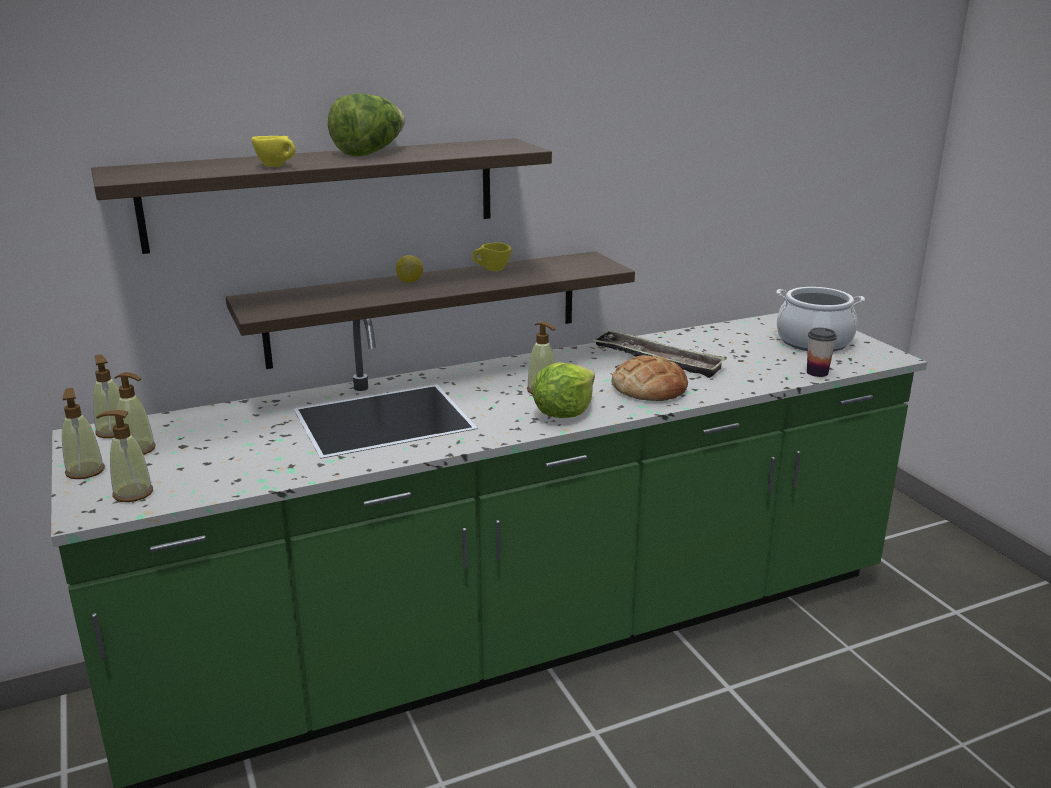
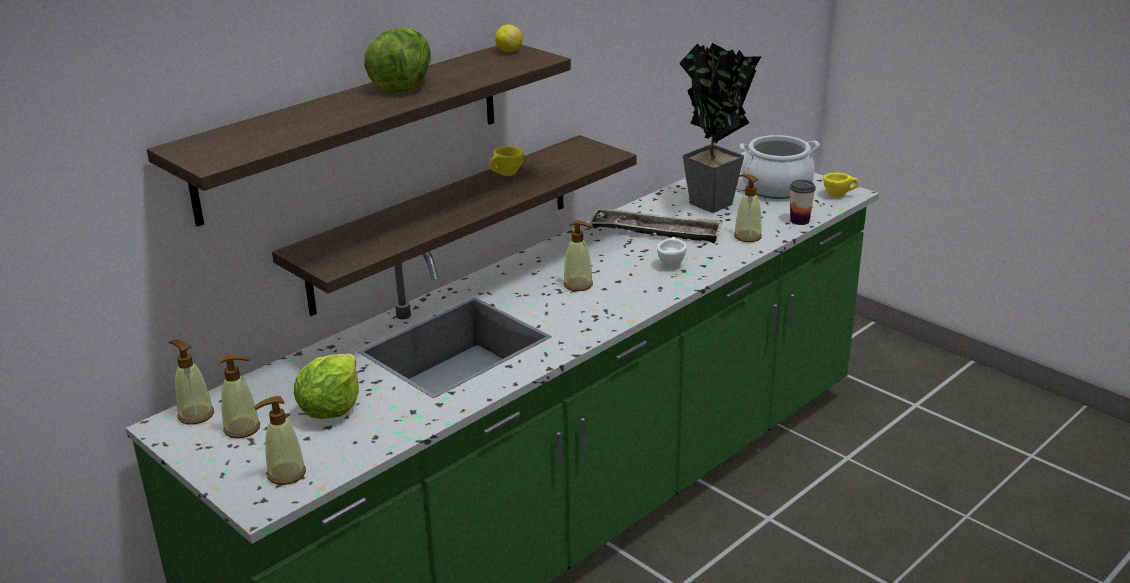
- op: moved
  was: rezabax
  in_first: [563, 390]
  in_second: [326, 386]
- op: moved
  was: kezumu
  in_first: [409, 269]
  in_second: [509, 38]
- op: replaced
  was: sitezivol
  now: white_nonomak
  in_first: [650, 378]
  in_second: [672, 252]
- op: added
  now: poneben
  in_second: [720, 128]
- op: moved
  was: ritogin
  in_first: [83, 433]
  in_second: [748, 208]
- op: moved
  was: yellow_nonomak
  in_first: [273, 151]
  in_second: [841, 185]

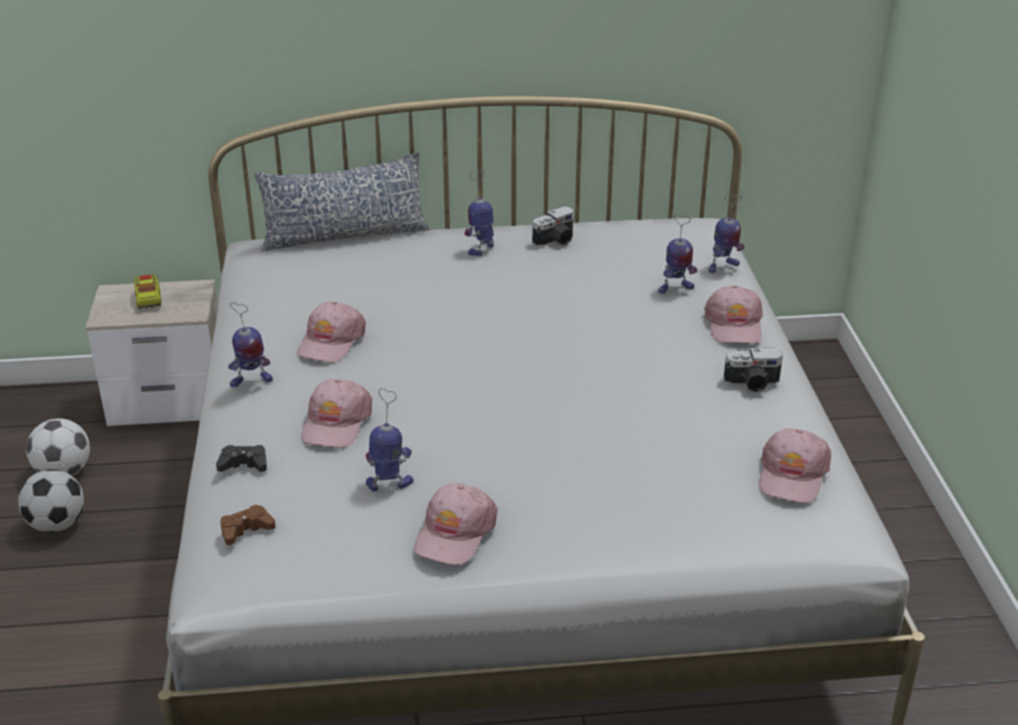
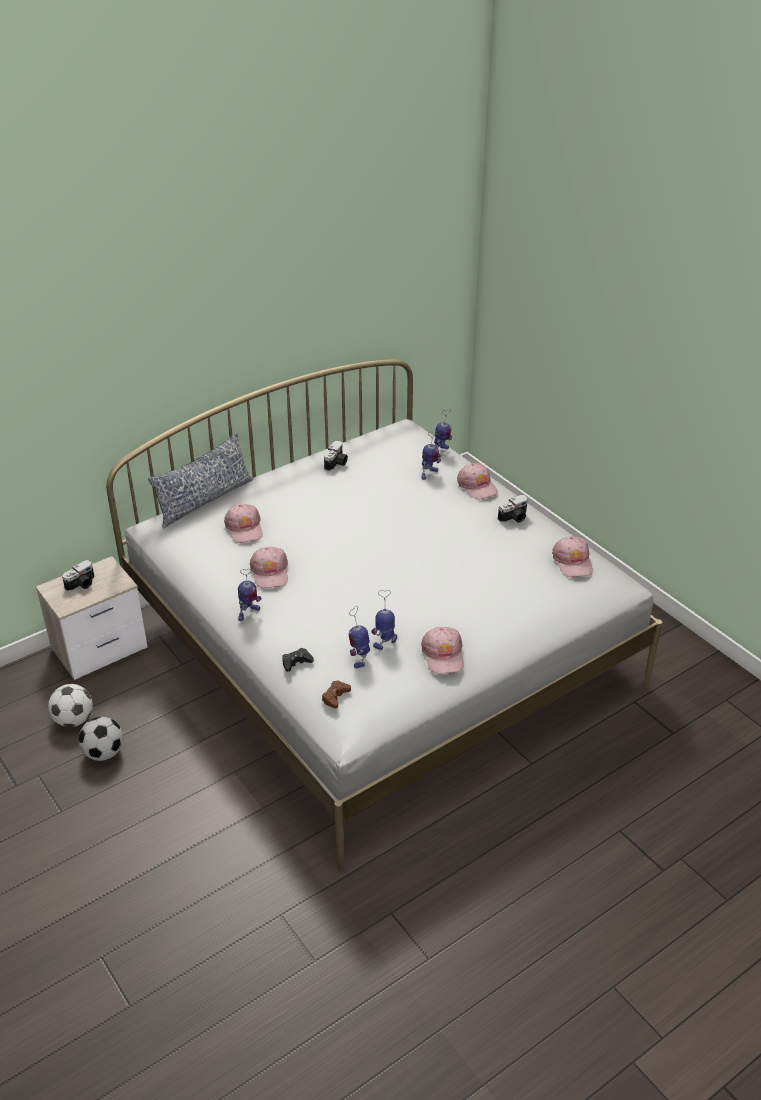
- op: replaced
  was: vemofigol
  now: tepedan
  in_first: [148, 291]
  in_second: [78, 575]
- op: moved
  was: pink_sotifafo
  in_first: [336, 413]
  in_second: [243, 523]
- op: moved
  was: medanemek
  in_first: [479, 213]
  in_second: [359, 637]

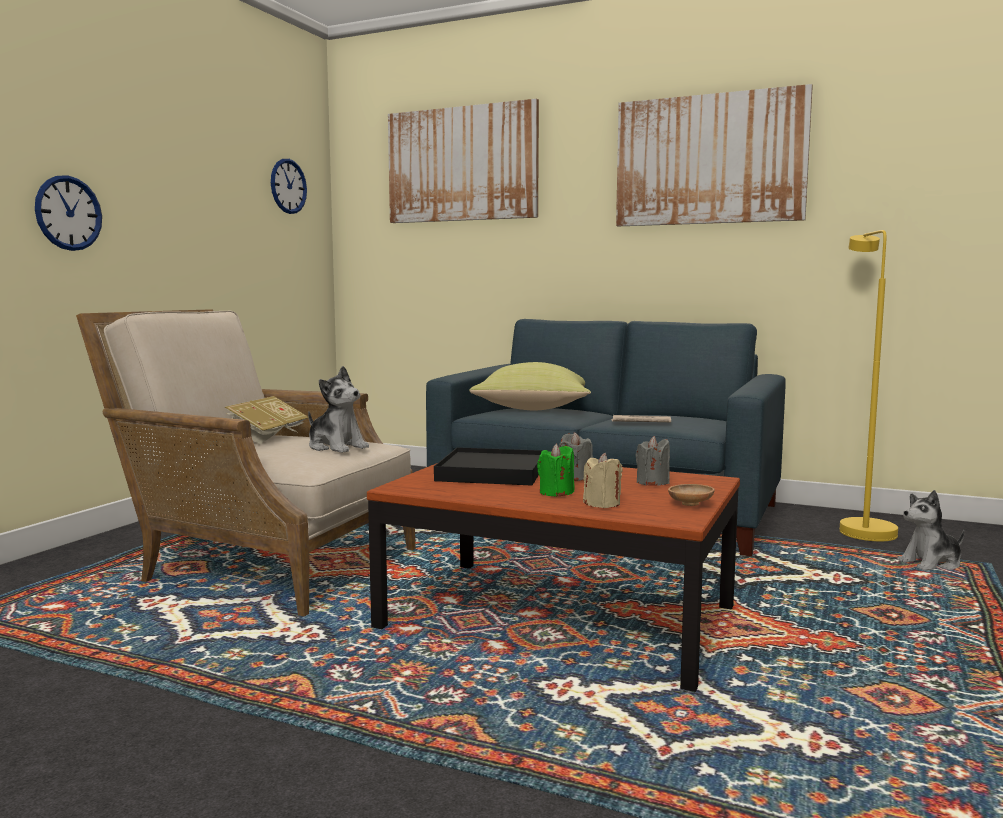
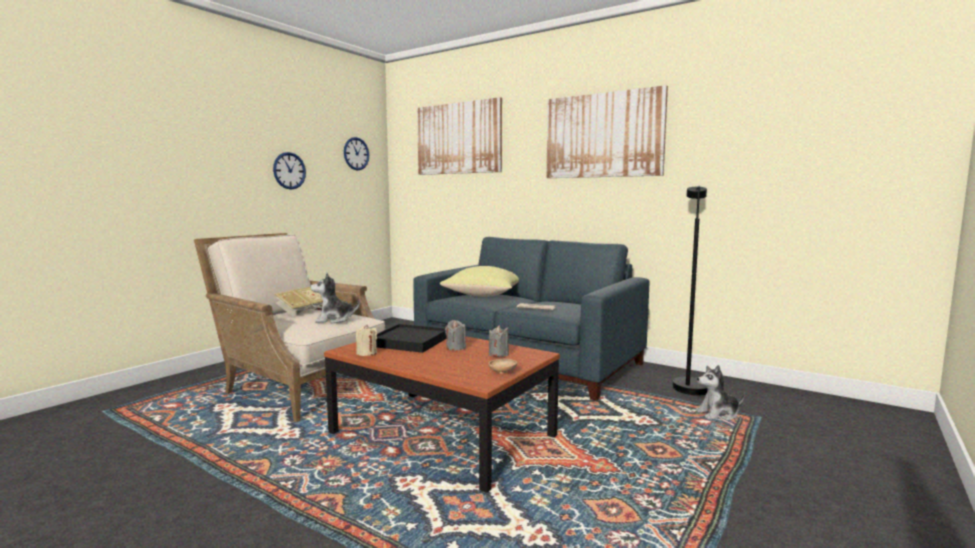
- op: moved
  was: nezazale
  in_first: [68, 213]
  in_second: [289, 171]
- op: turned
  was: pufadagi
  in_first: [338, 409]
  in_second: [335, 298]
  clockwise: 120
- op: moved
  was: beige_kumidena
  in_first: [603, 480]
  in_second: [366, 340]
- op: recoloured
  was: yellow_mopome
  now: black_mopome
  in_first: [868, 385]
  in_second: [690, 290]
- op: removed
  was: green_kumidena
  in_first: [555, 470]

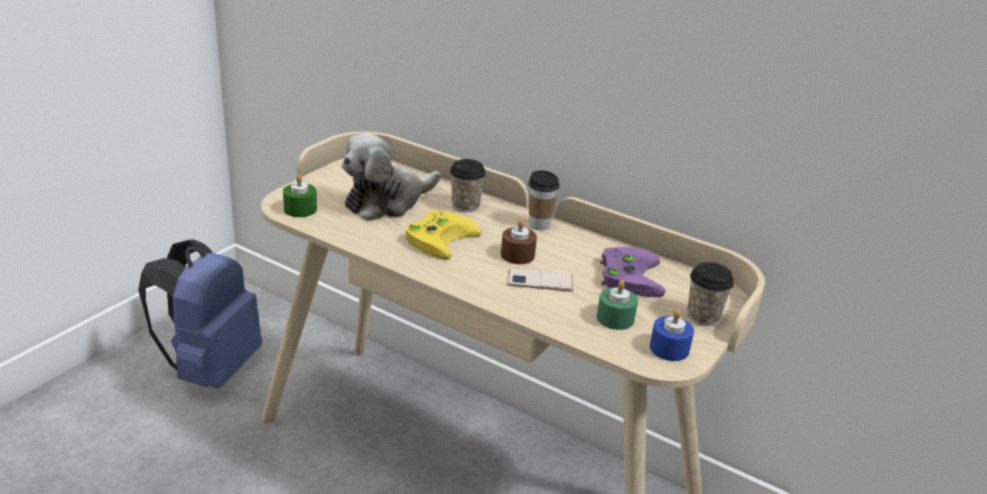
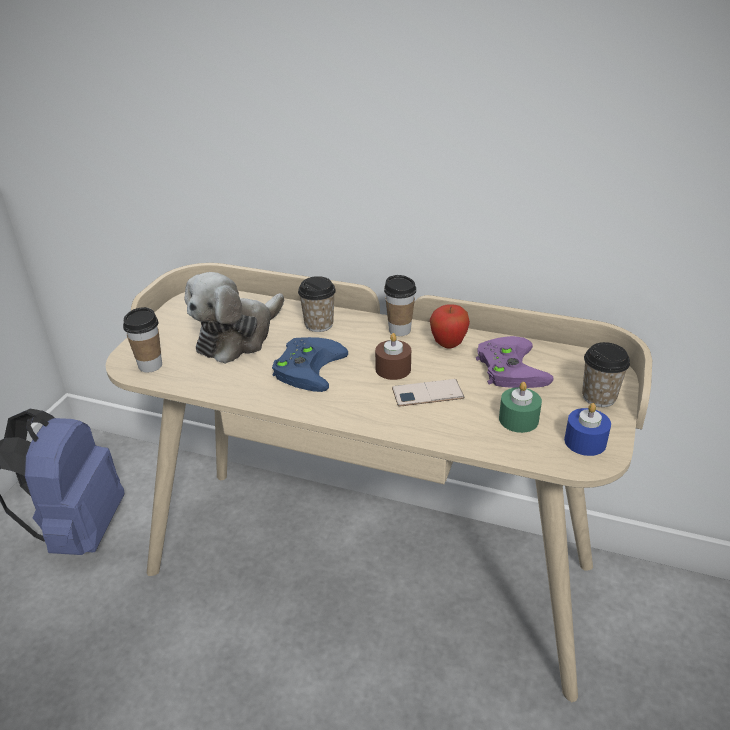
- op: replaced
  was: green_kumidena
  now: nonomak
  in_first: [300, 195]
  in_second: [142, 340]
- op: recoloured
  was: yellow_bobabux
  now: blue_bobabux
  in_first: [443, 235]
  in_second: [310, 364]
- op: added
  now: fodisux
  in_second: [450, 326]

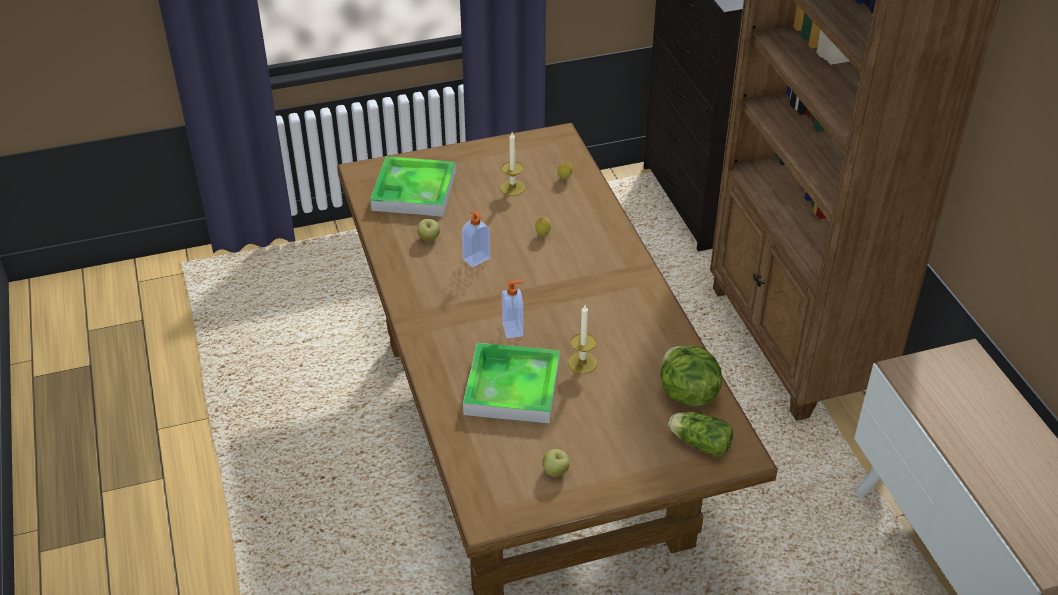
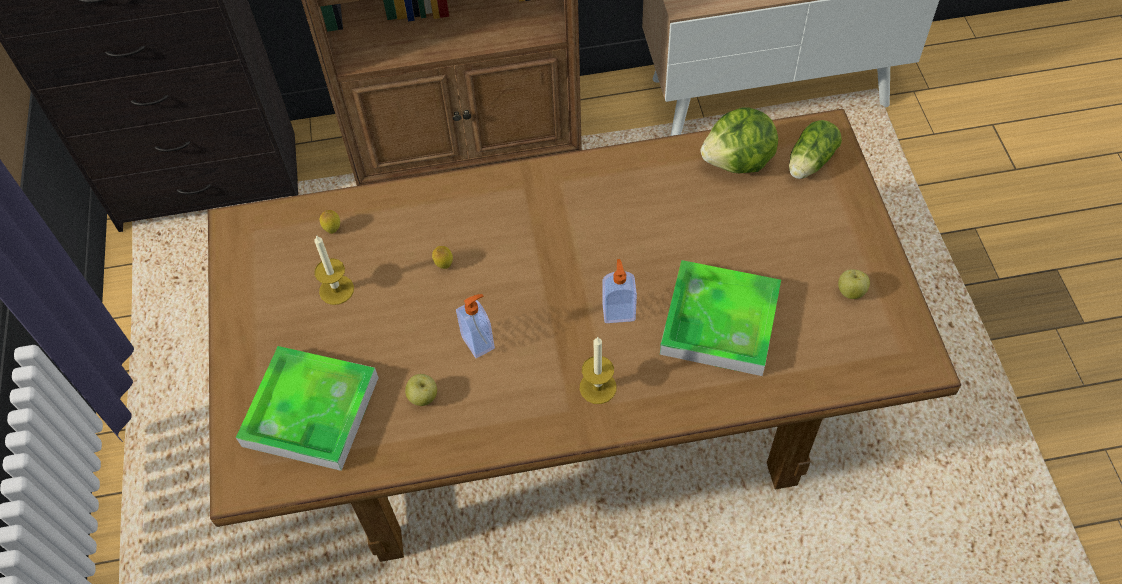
- op: moved
  was: kumidena
  in_first: [582, 339]
  in_second: [598, 370]

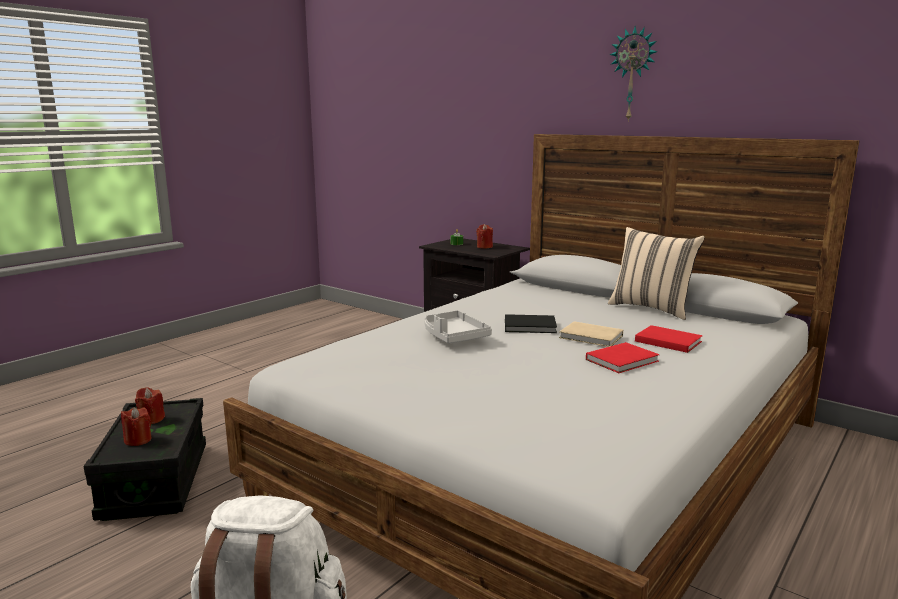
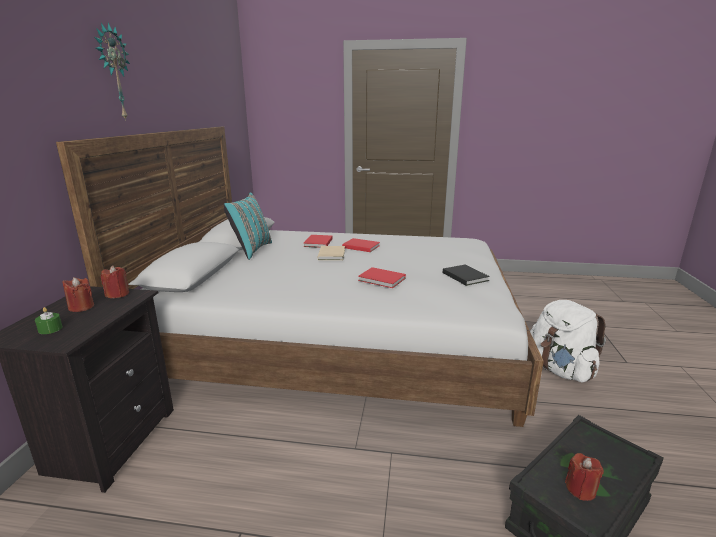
- op: moved
  was: red_kumidena
  in_first: [136, 426]
  in_second: [115, 282]
- op: recoloured
  was: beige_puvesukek
  now: turquoise_puvesukek
  in_first: [656, 273]
  in_second: [248, 226]
- op: replaced
  was: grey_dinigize
  now: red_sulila
  in_first: [458, 327]
  in_second: [382, 277]
- op: moved
  was: black_sulila
  in_first: [531, 323]
  in_second: [466, 275]

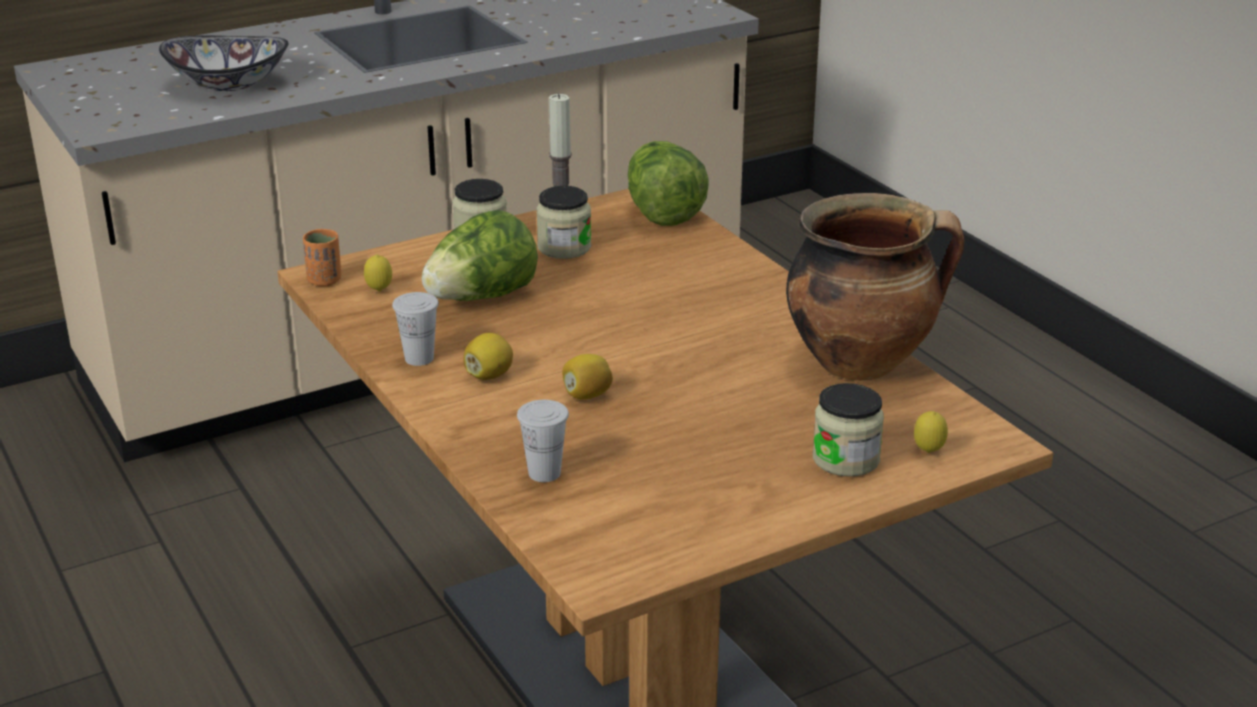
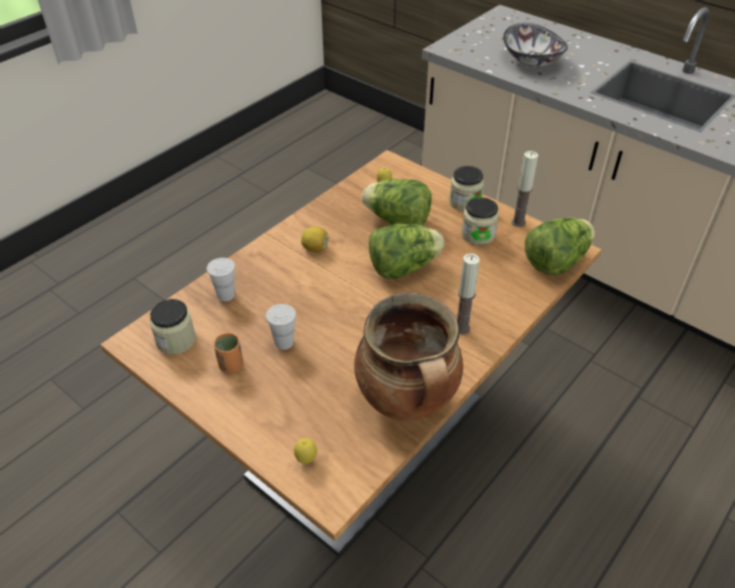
- op: moved
  was: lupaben
  in_first: [848, 430]
  in_second: [173, 327]
- op: moved
  was: orange_nonomak
  in_first: [322, 258]
  in_second: [228, 353]
- op: moved
  was: white_nonomak
  in_first: [415, 329]
  in_second: [281, 327]
- op: added
  now: rezabax
  in_second: [406, 251]
- op: added
  now: kumidena
  in_second: [468, 294]
- op: removed
  was: kezumu
  in_first: [587, 377]

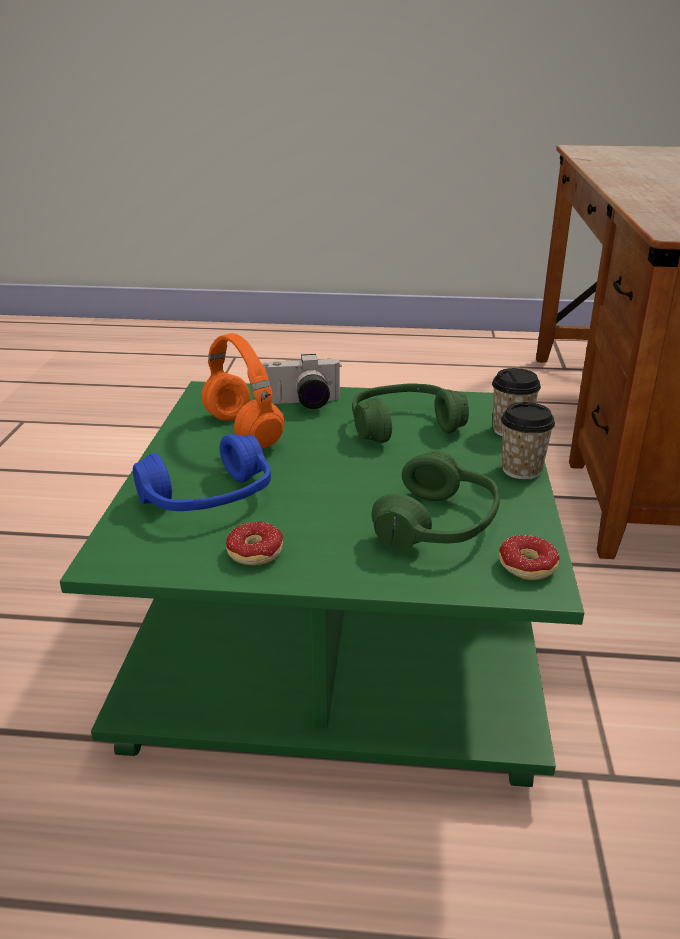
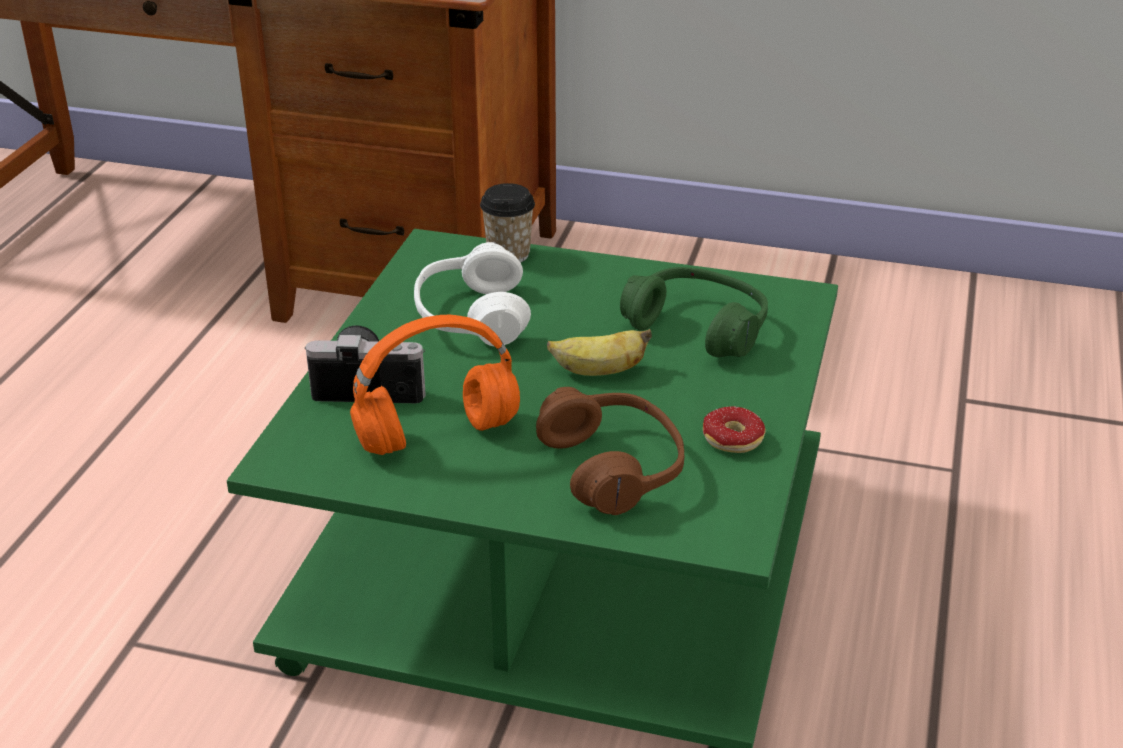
- op: turned
  was: tepedan
  in_first: [301, 381]
  in_second: [365, 364]
  clockwise: -90
- op: recoloured
  was: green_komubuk
  now: white_komubuk
  in_first: [410, 413]
  in_second: [472, 294]
- op: recoloured
  was: blue_komubuk
  now: brown_komubuk
  in_first: [202, 472]
  in_second: [610, 451]
- op: added
  now: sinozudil
  in_second: [599, 352]
- op: removed
  was: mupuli
  in_first: [528, 557]
- op: removed
  was: nonomak
  in_first: [528, 441]

